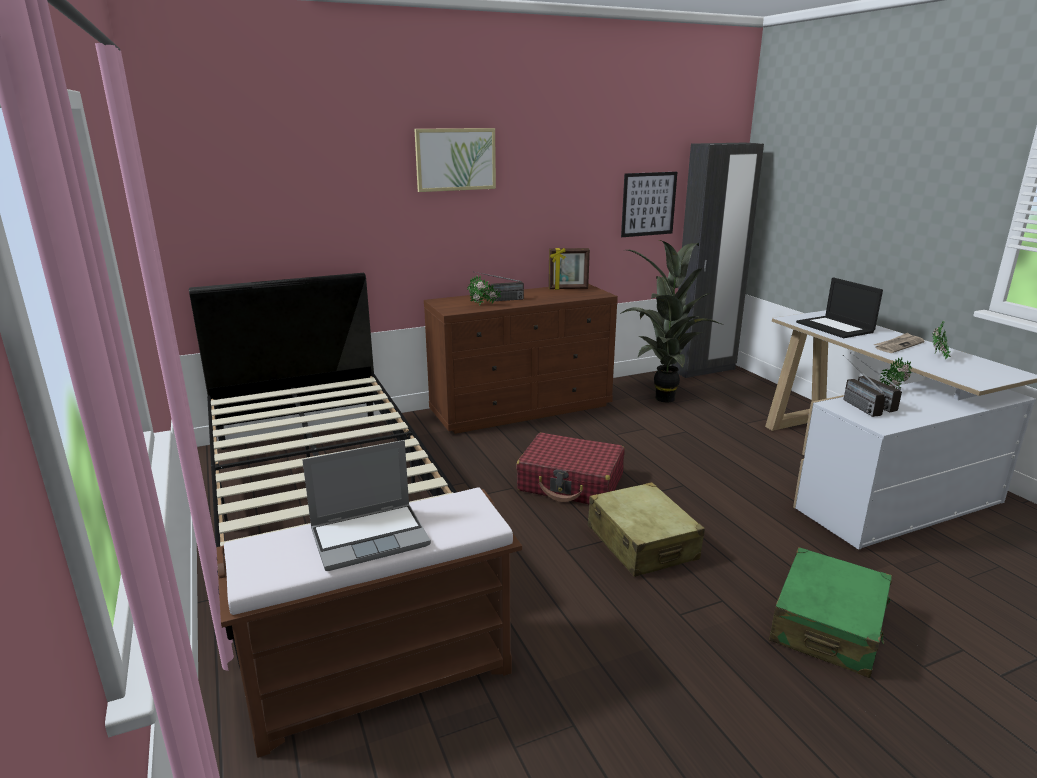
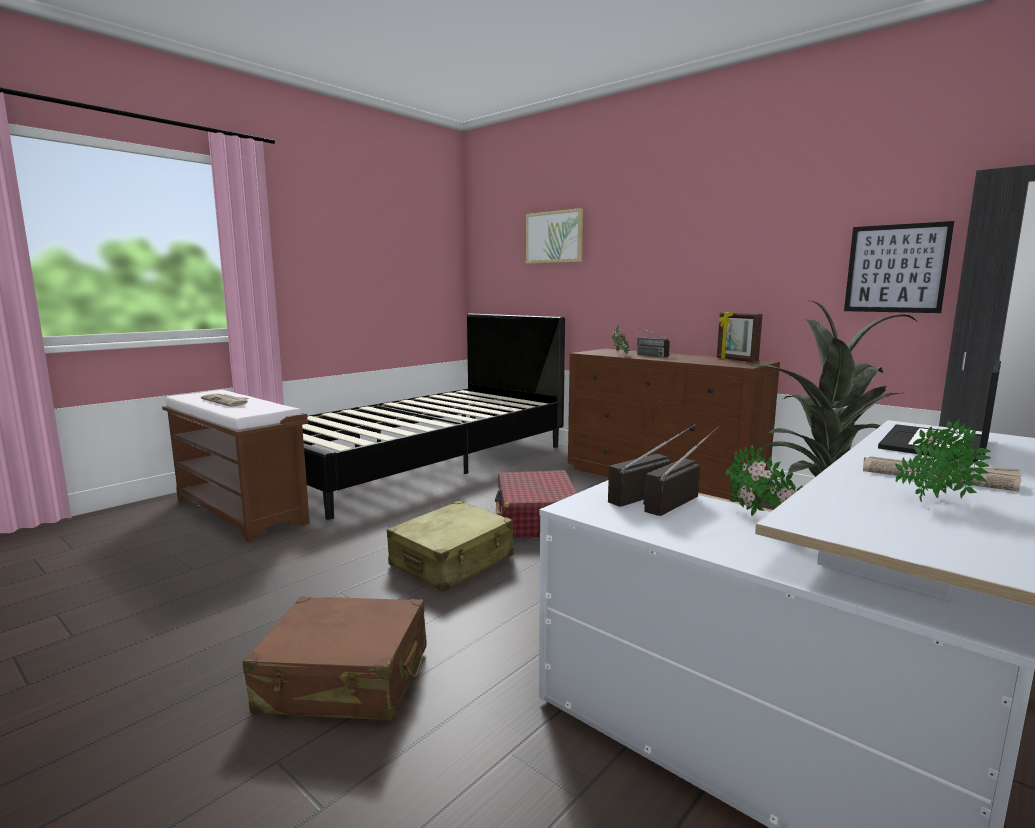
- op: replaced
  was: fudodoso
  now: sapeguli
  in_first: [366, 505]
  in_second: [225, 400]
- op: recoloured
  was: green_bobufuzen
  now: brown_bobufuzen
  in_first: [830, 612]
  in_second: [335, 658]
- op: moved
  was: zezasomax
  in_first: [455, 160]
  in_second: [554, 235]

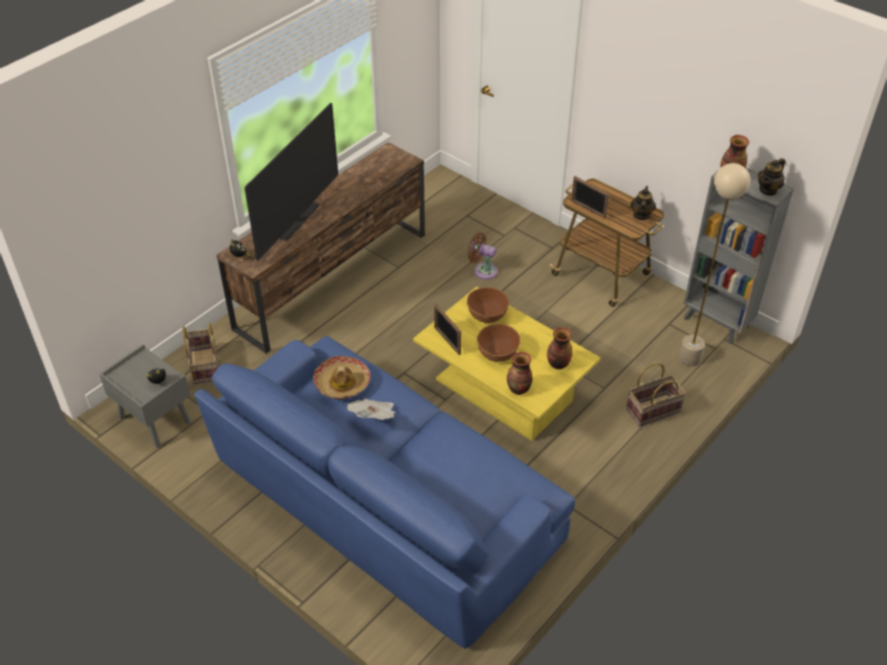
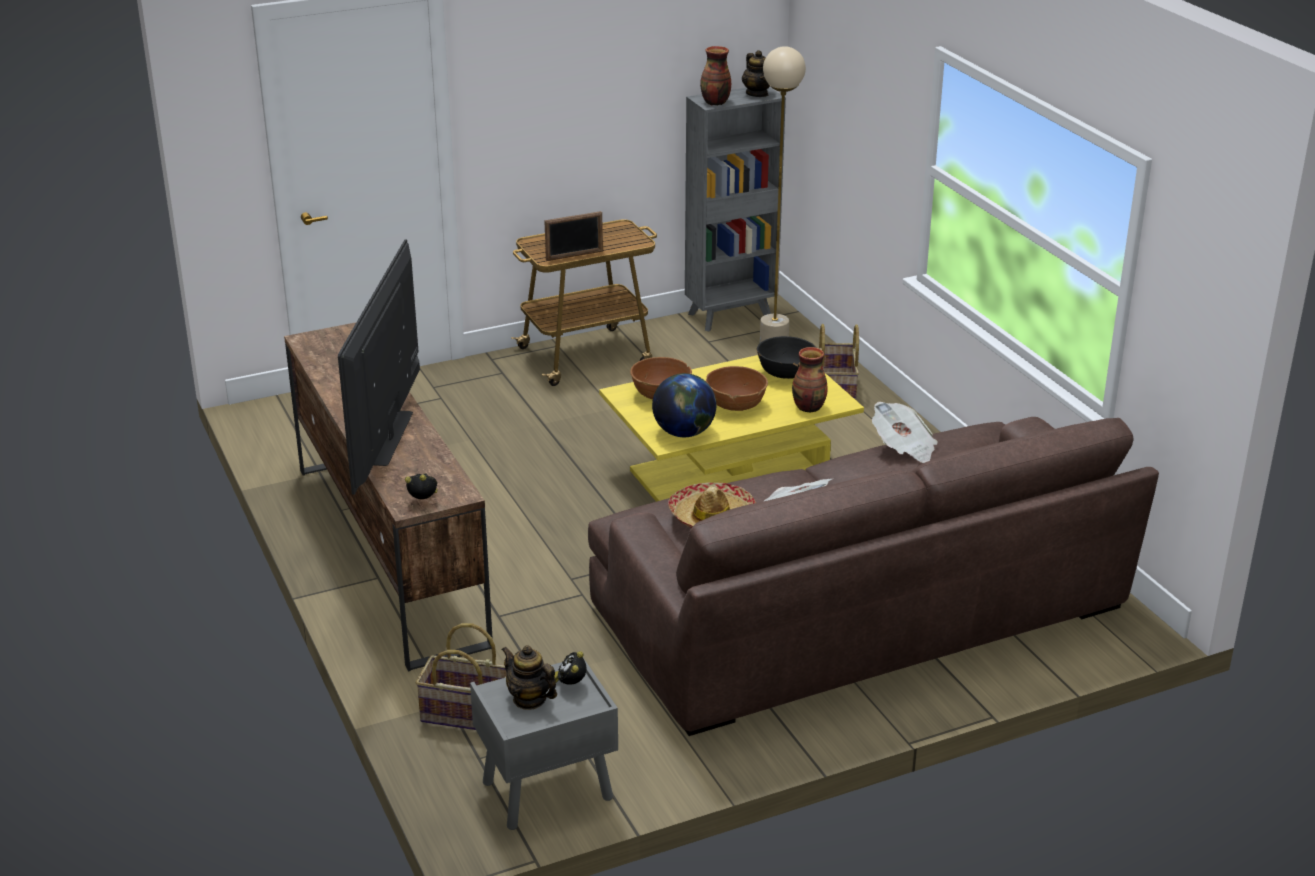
- op: turned
  was: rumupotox
  in_first: [291, 182]
  in_second: [379, 367]
  clockwise: -135
- op: moved
  was: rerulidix
  in_first: [643, 203]
  in_second: [529, 677]
- op: recoloured
  was: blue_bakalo
  now: brown_bakalo
  in_first: [384, 492]
  in_second: [873, 576]
- op: replaced
  was: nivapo
  now: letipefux
  in_first: [447, 329]
  in_second: [684, 405]
- op: replaced
  was: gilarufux
  now: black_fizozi
  in_first: [559, 348]
  in_second: [786, 357]
- op: added
  now: sapeguli
  in_second: [905, 432]
- op: removed
  was: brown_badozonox
  in_first: [483, 256]

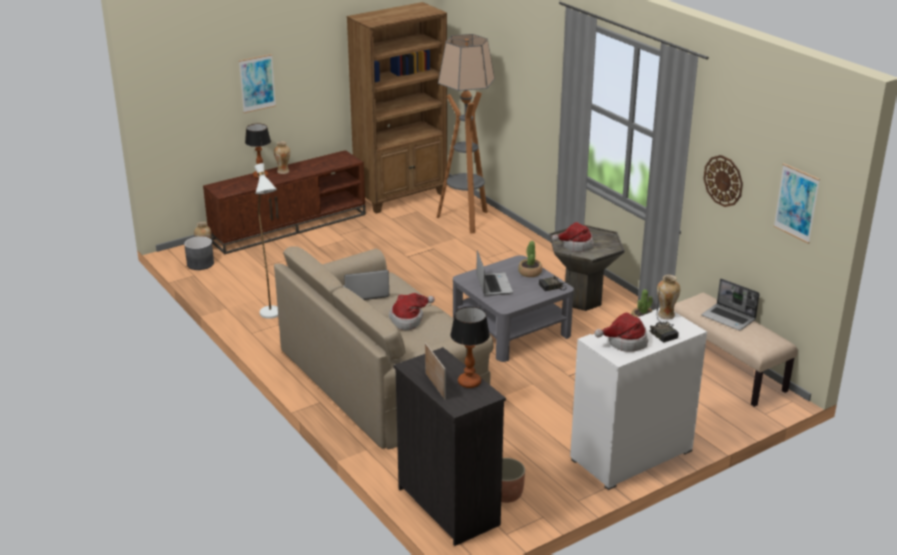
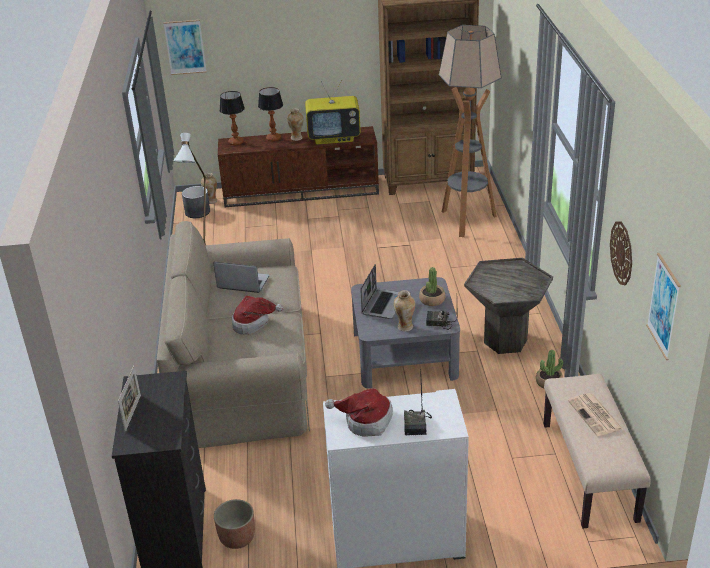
- op: moved
  was: zezasomax
  in_first: [257, 83]
  in_second: [185, 47]
- op: moved
  was: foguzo
  in_first: [470, 347]
  in_second: [232, 118]
- op: added
  now: rumupotox
  in_second: [333, 112]
- op: moved
  was: gilarufux
  in_first: [668, 297]
  in_second: [404, 311]
- op: replaced
  was: fudodoso
  now: sapeguli
  in_first: [730, 304]
  in_second: [595, 414]
- op: removed
  was: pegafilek
  in_first: [573, 237]

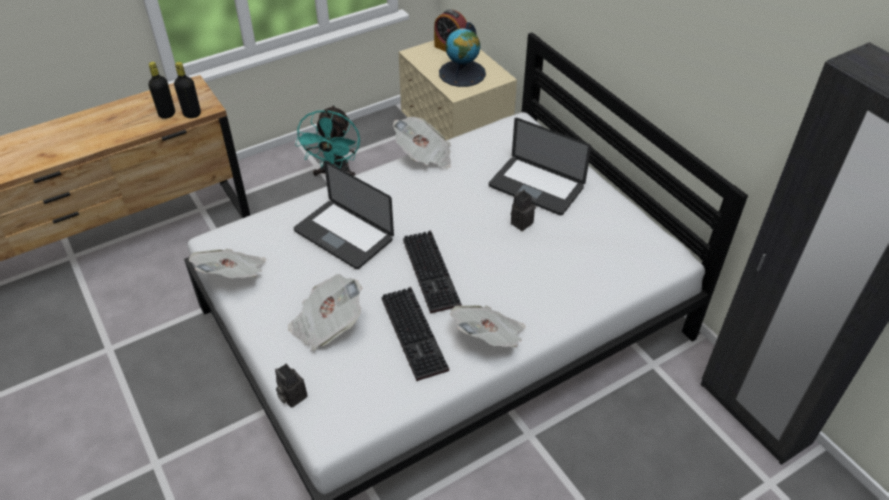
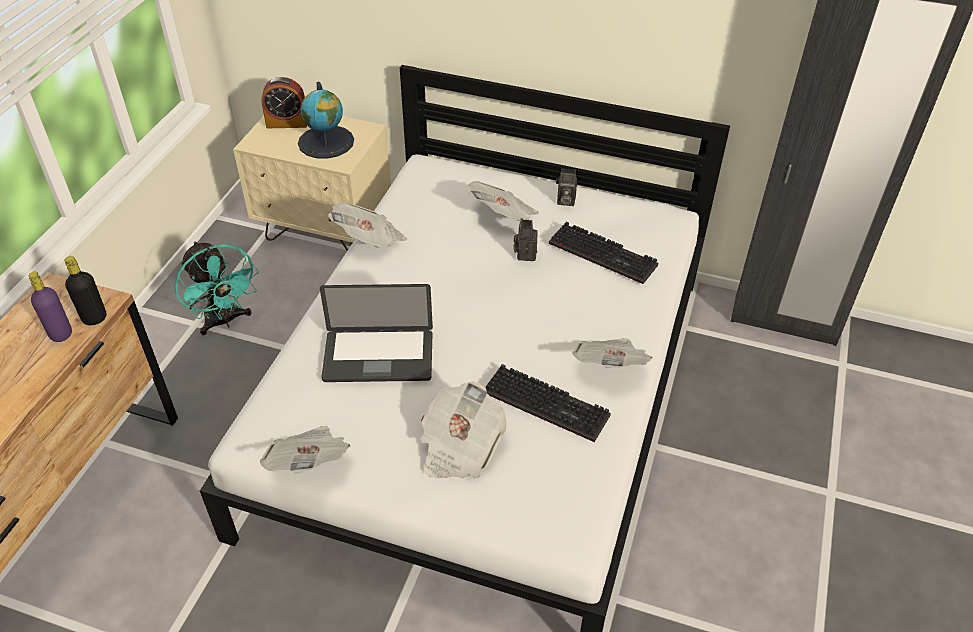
- op: recoloured
  was: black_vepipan
  now: purple_vepipan
  in_first: [162, 90]
  in_second: [50, 306]
- op: replaced
  was: fudodoso
  now: sapeguli
  in_first: [540, 166]
  in_second: [503, 201]
- op: moved
  was: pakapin
  in_first: [432, 271]
  in_second: [603, 253]
- op: moved
  was: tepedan
  in_first: [291, 386]
  in_second: [566, 187]

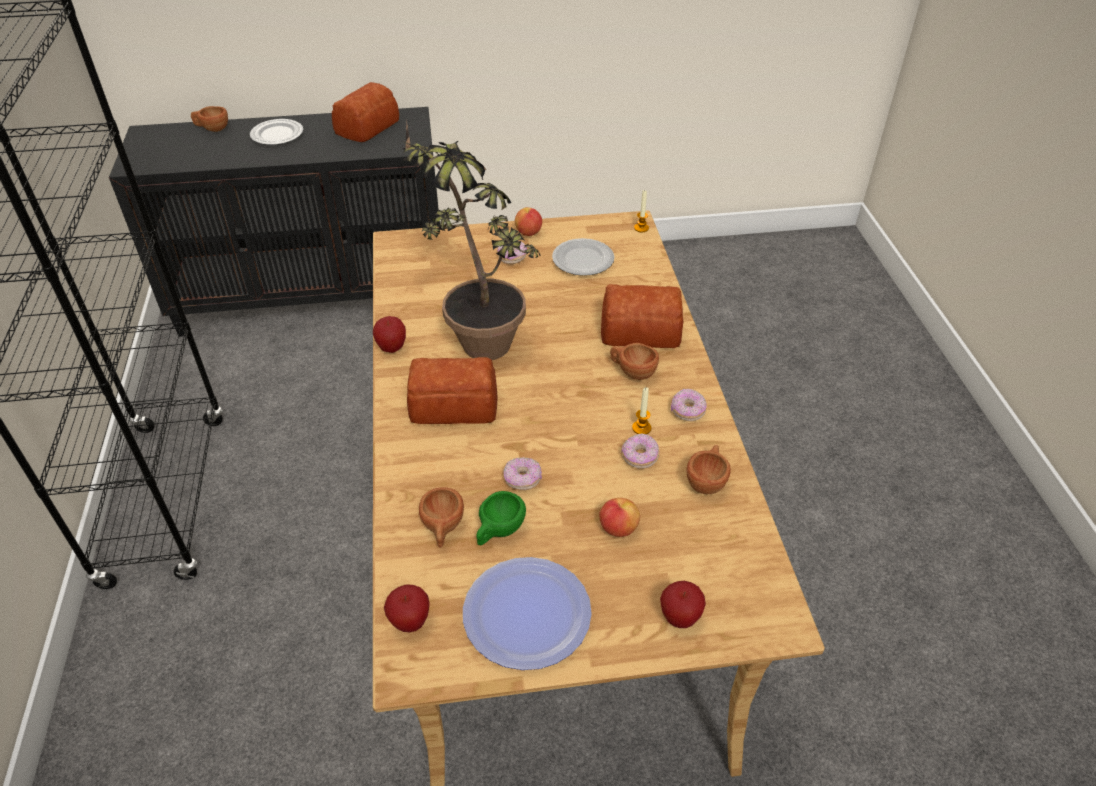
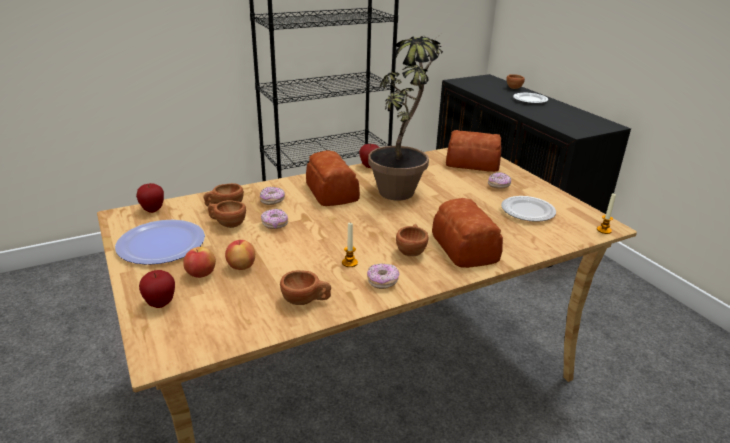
- op: moved
  was: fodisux
  in_first: [528, 221]
  in_second: [199, 262]
- op: recoloured
  was: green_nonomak
  now: brown_nonomak
  in_first: [501, 518]
  in_second: [227, 214]
- op: moved
  was: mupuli
  in_first: [640, 450]
  in_second: [272, 196]
- op: moved
  was: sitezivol
  in_first: [365, 112]
  in_second: [473, 151]

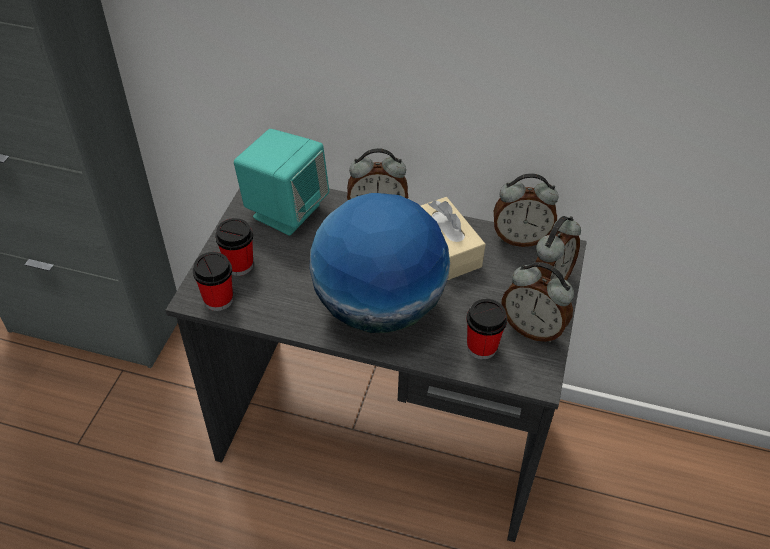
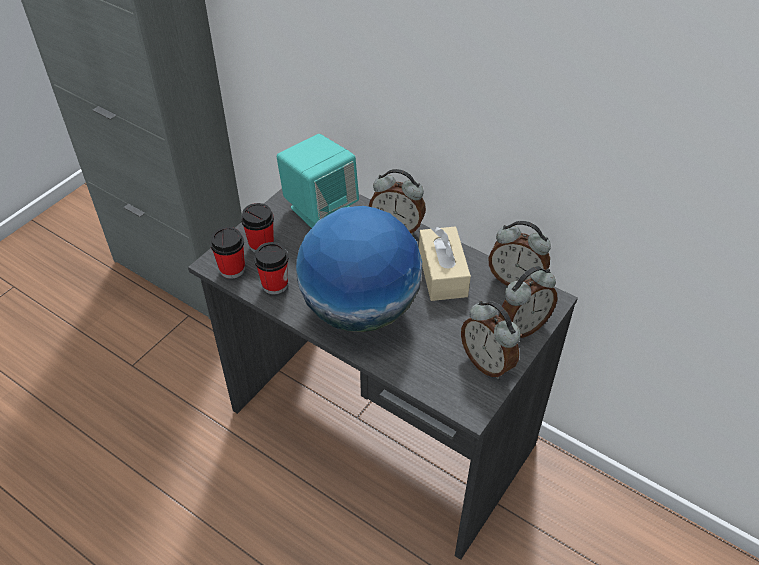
- op: moved
  was: nonomak
  in_first: [486, 329]
  in_second: [271, 268]

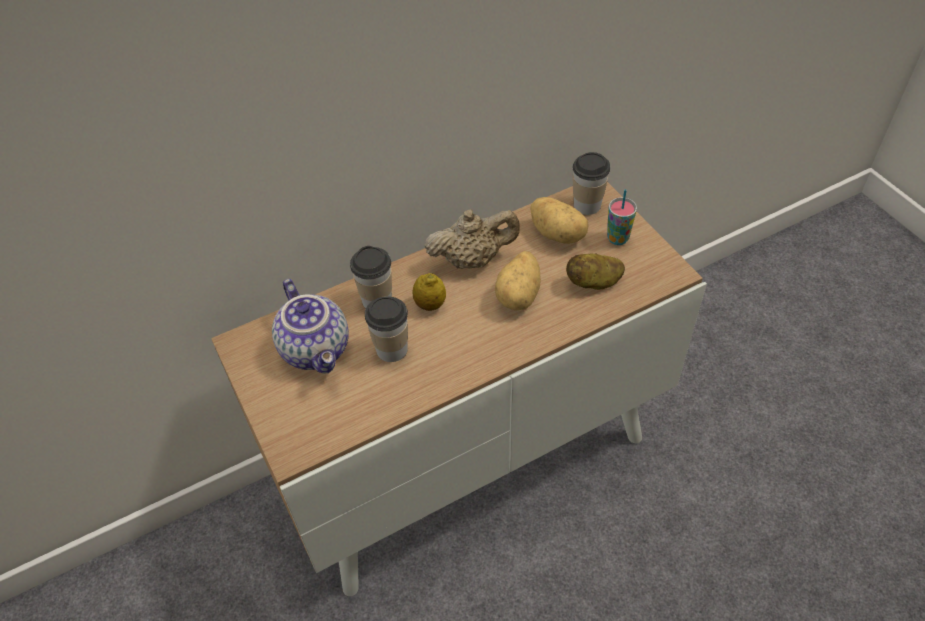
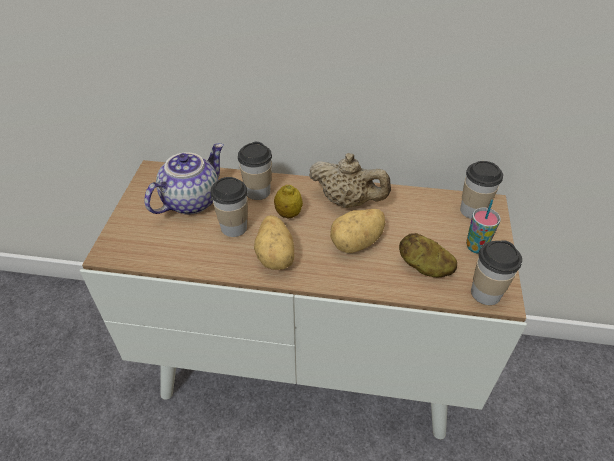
- op: turned
  was: rerulidix
  in_first: [310, 326]
  in_second: [184, 178]
  clockwise: -150
- op: moved
  was: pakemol
  in_first: [559, 220]
  in_second: [274, 242]
- op: added
  now: nonomak
  in_second: [496, 272]

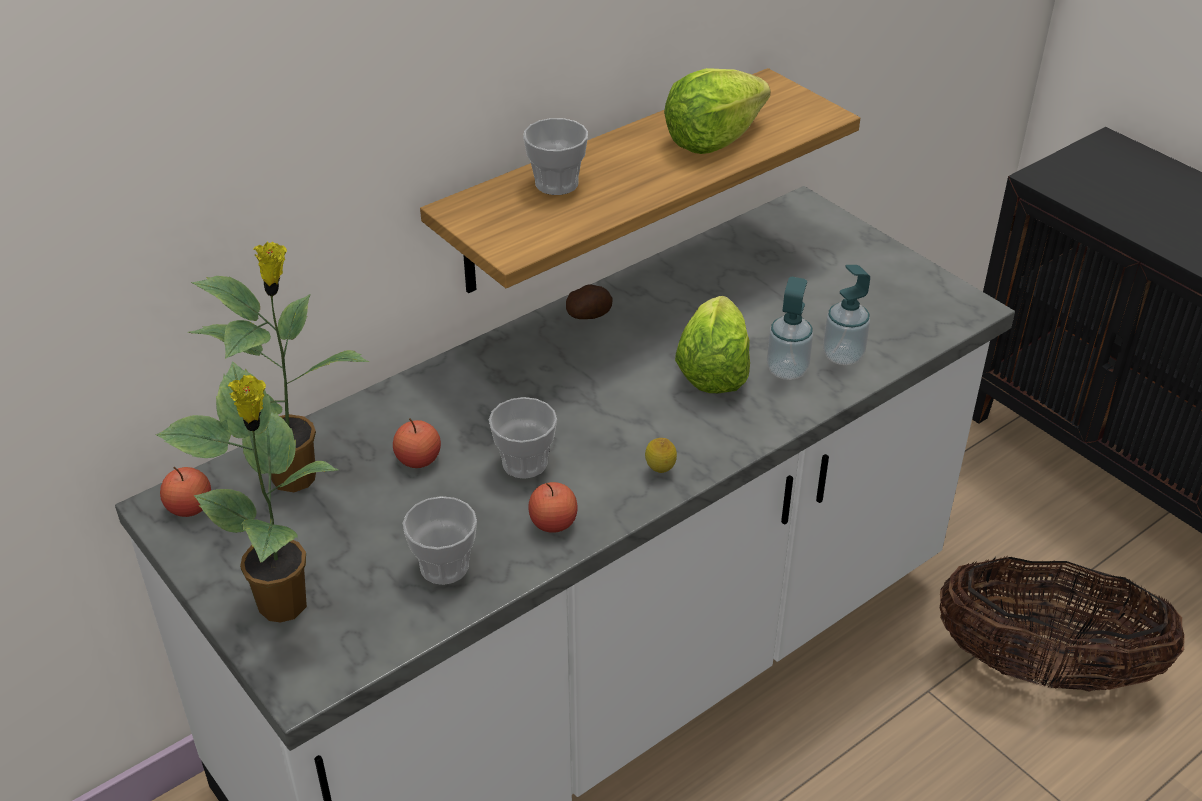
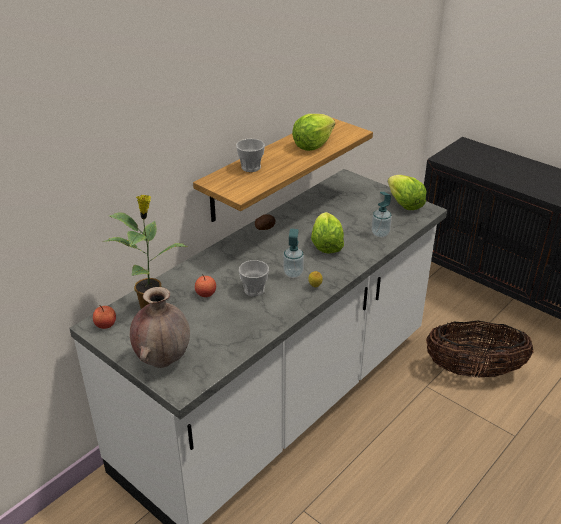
- op: replaced
  was: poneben
  now: brown_gilarufux
  in_first: [247, 492]
  in_second: [160, 327]
- op: moved
  was: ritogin
  in_first: [790, 328]
  in_second: [293, 253]
- op: added
  now: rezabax
  in_second: [407, 192]
- op: removed
  was: nonomak
  in_first: [440, 540]
- op: removed
  was: fodisux
  in_first: [552, 507]

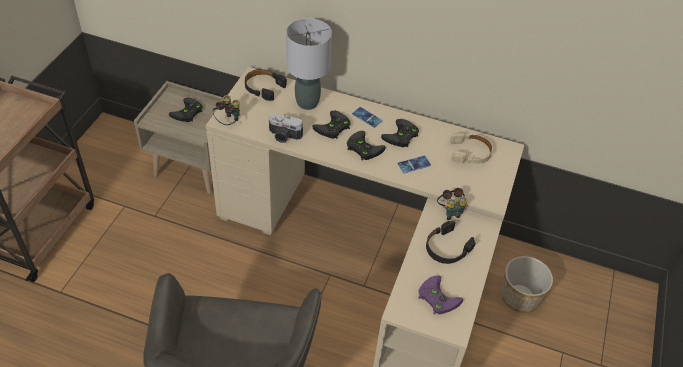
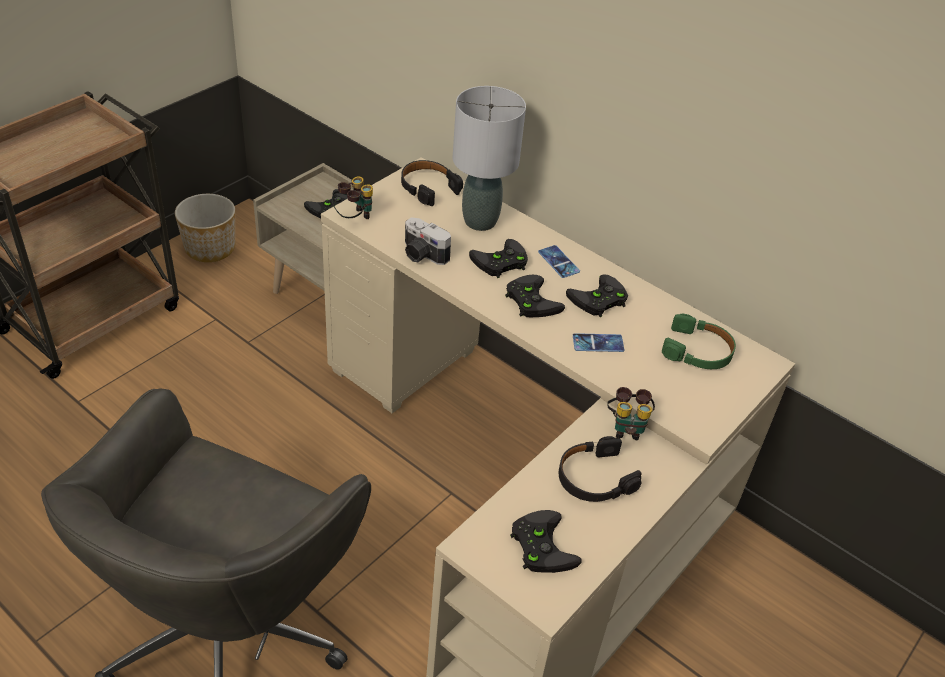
- op: moved
  was: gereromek
  in_first: [527, 284]
  in_second: [205, 228]
- op: recoloured
  was: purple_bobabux
  now: black_bobabux
  in_first: [440, 295]
  in_second: [546, 541]
- op: recoloured
  was: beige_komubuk
  now: green_komubuk
  in_first: [471, 148]
  in_second: [699, 341]

